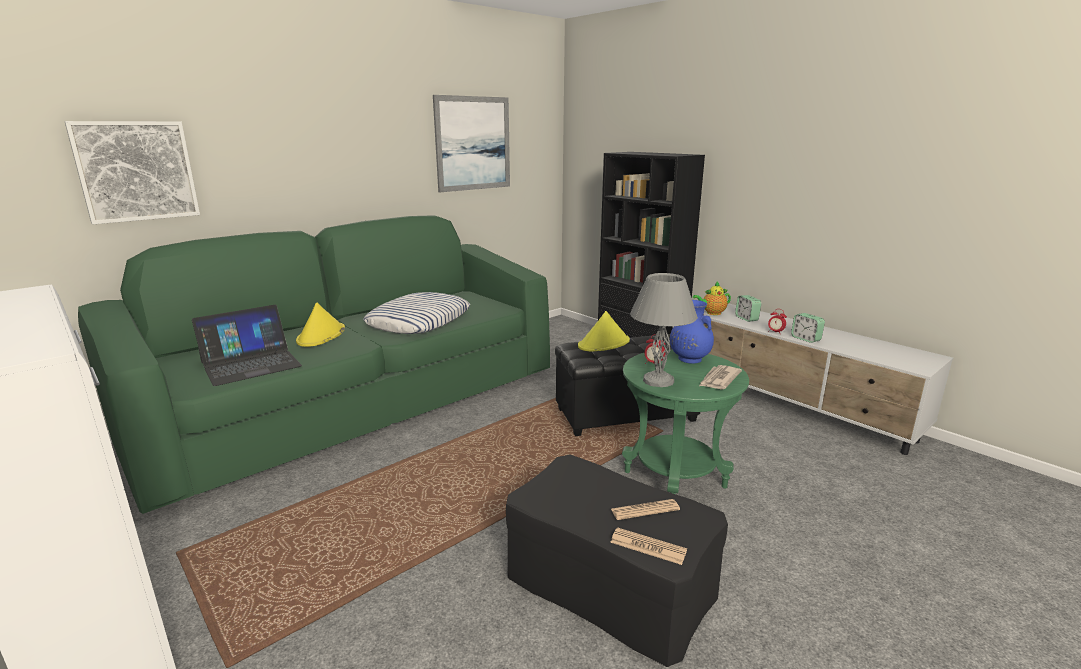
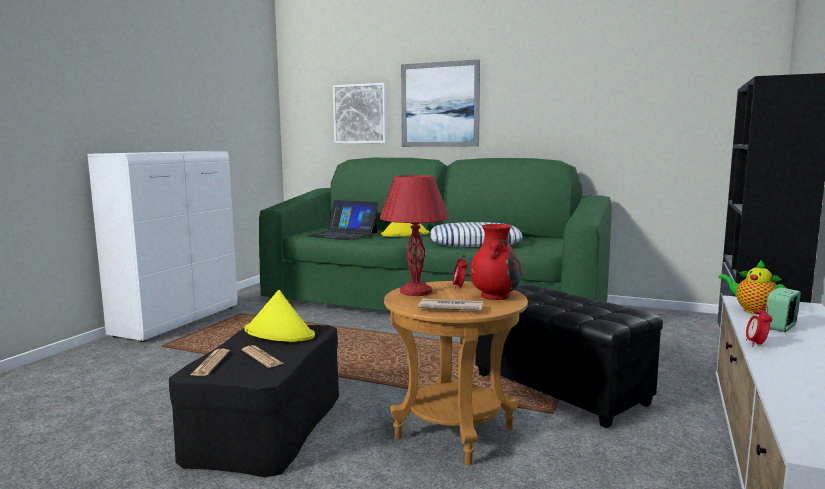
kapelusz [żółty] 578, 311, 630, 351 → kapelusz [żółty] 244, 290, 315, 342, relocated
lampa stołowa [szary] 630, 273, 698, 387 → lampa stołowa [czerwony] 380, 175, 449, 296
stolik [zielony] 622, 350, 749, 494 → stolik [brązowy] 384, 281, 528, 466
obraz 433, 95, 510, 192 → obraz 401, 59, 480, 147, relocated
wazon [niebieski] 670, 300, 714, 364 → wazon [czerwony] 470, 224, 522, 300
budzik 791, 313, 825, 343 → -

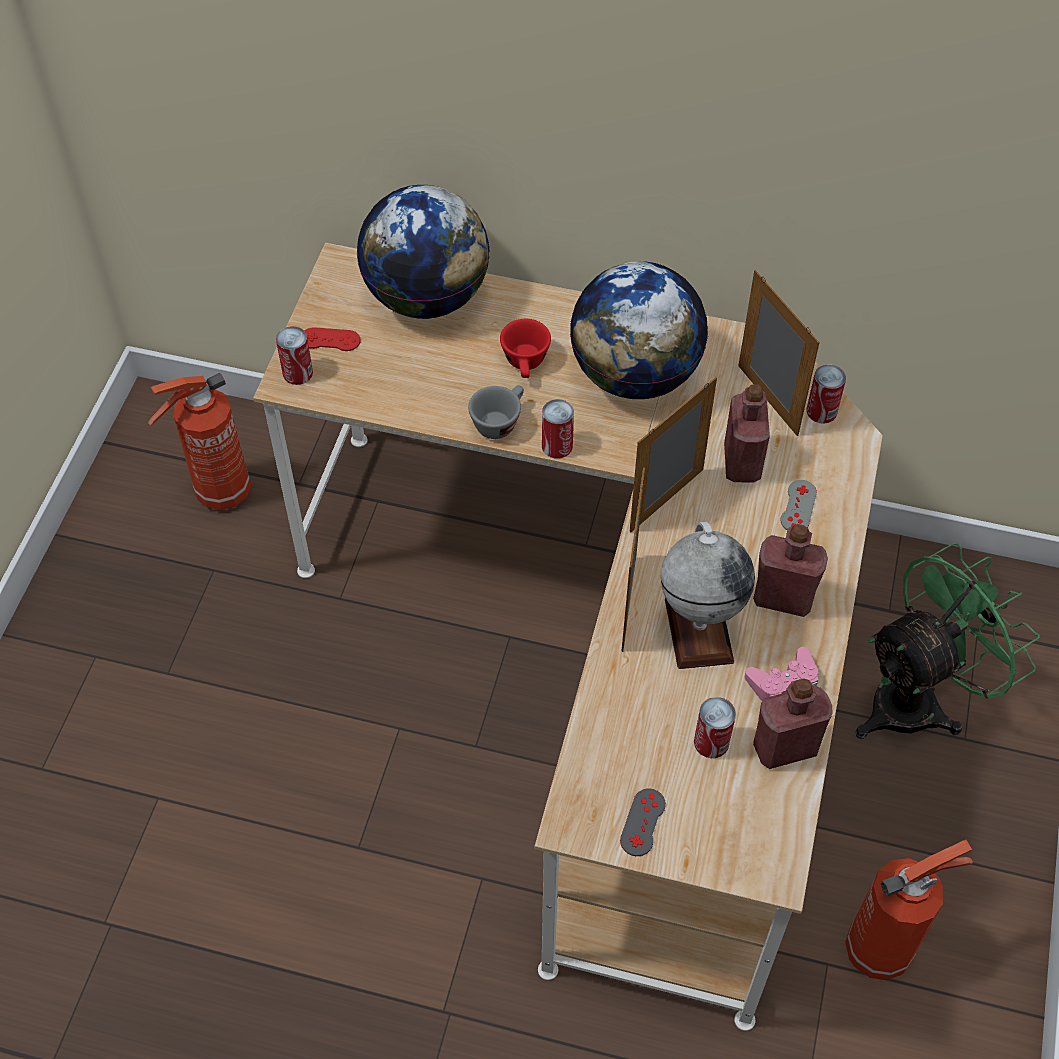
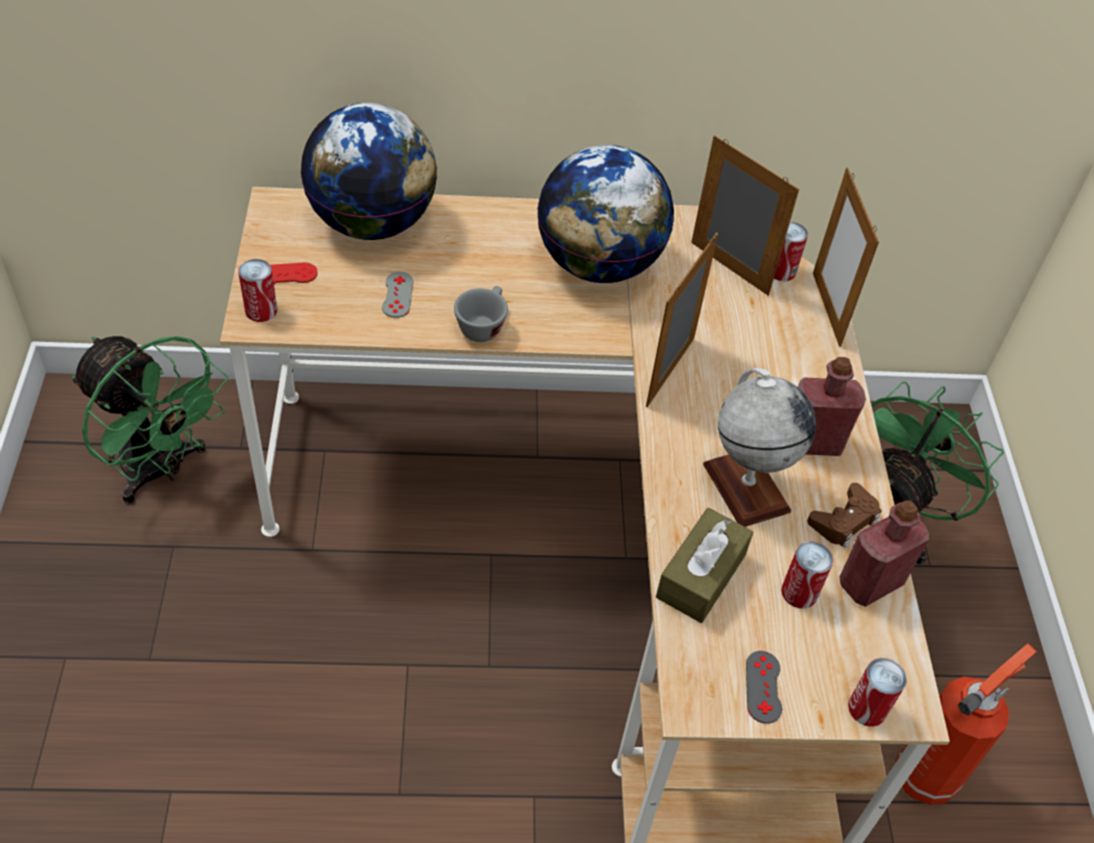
gaśnica 148, 373, 251, 510 → wentylator [zielony] 71, 336, 228, 504
pad do gier [szary] 781, 480, 817, 530 → pad do gier [szary] 382, 272, 413, 318, relocated
- → pudełko chusteczek [brązowy] 656, 508, 753, 623
pad do gier [różowy] 745, 647, 819, 701 → pad do gier [brązowy] 807, 483, 882, 548
ramka na zdjęcie 621, 468, 645, 652 → ramka na zdjęcie 813, 168, 879, 347, relocated
puszka 542, 399, 574, 458 → puszka 848, 658, 907, 727, relocated
filiżanka [czerwony] 500, 319, 551, 378 → -
butelka [czerwony] 724, 384, 770, 483 → -

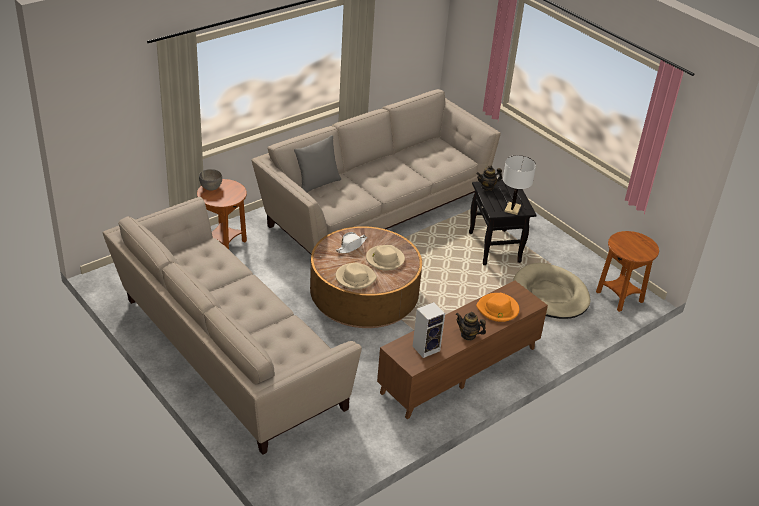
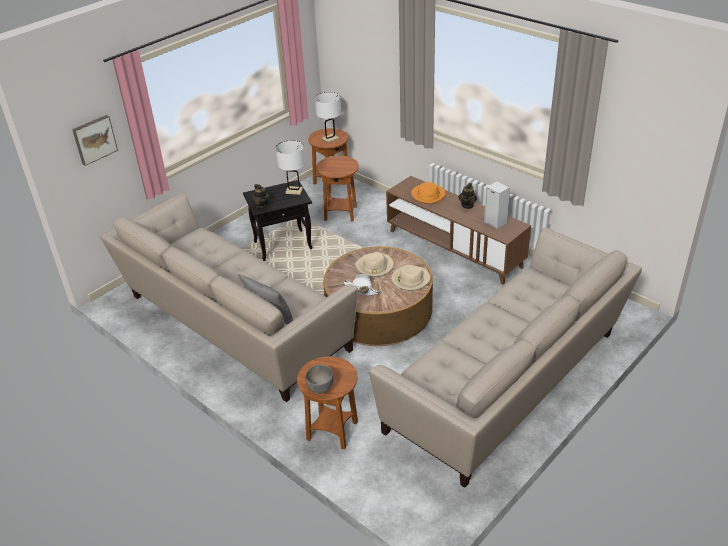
- → obraz 72, 115, 118, 166
- → lampa stołowa [biały] 315, 92, 341, 143
legowisko [beżowy] 513, 263, 590, 319 → stolik [brązowy] 316, 156, 359, 221

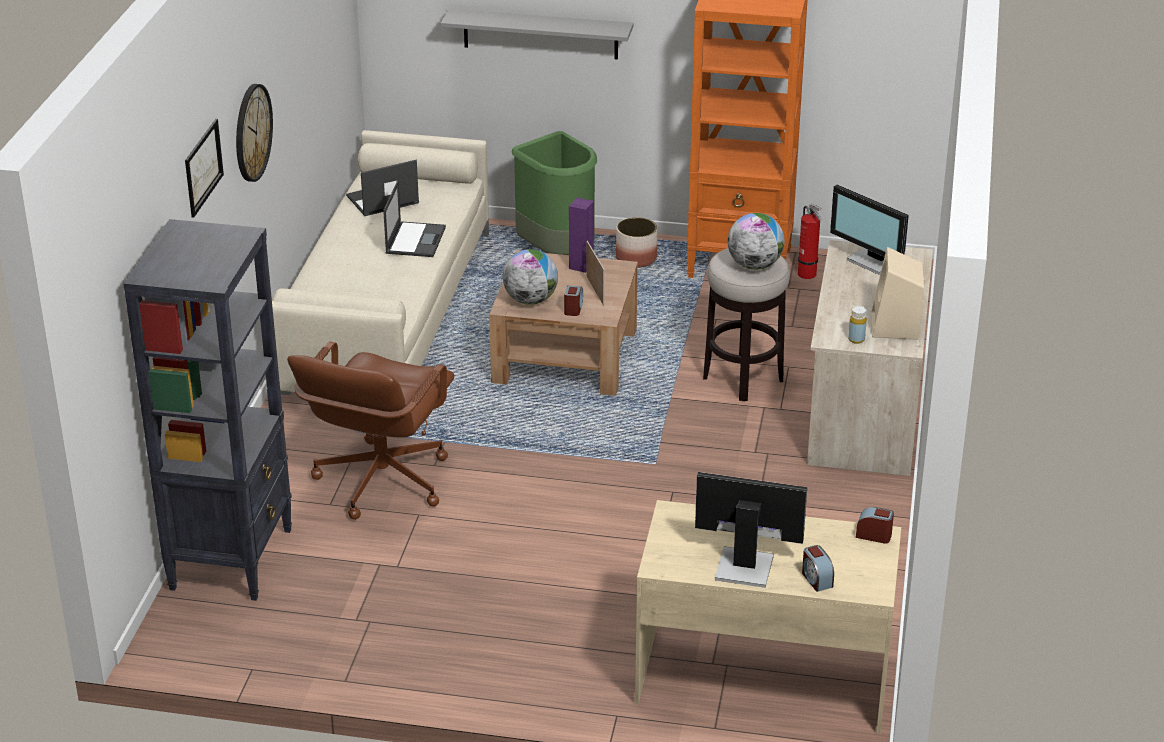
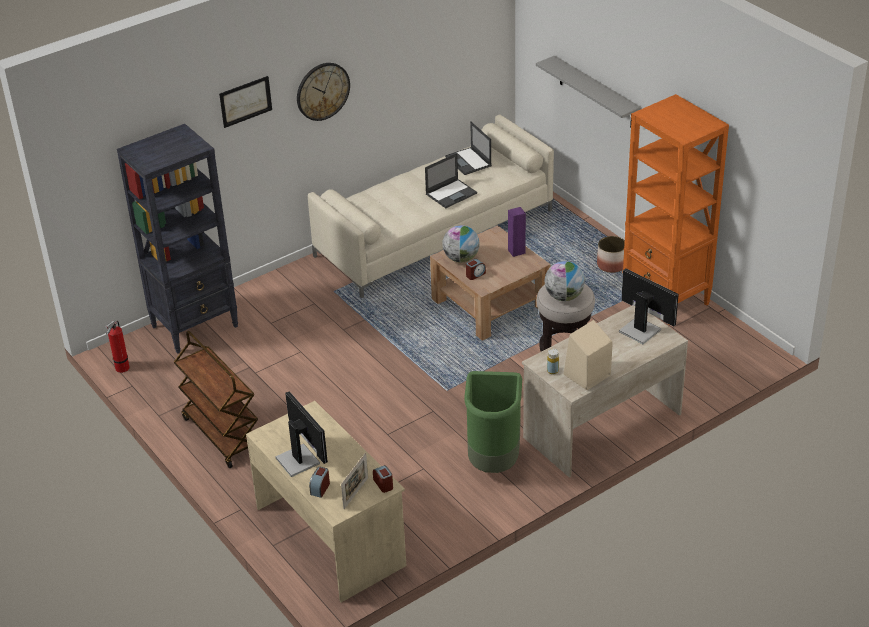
gaśnica 798, 204, 821, 279 → gaśnica 105, 321, 130, 373, relocated
- → wózek [brązowy] 174, 330, 258, 468
ramka na zdjęcie 587, 241, 605, 305 → ramka na zdjęcie 341, 453, 368, 509, relocated
laptop 346, 159, 419, 216 → laptop 445, 121, 492, 175, 135 degrees counterclockwise
kosz na śmieci [zielony] 512, 131, 597, 255 → kosz na śmieci [zielony] 464, 371, 522, 473, relocated
monitor 830, 184, 909, 275 → monitor 619, 268, 679, 344, 135 degrees clockwise
krzesło biurowe [brązowy] 287, 342, 454, 520 → -

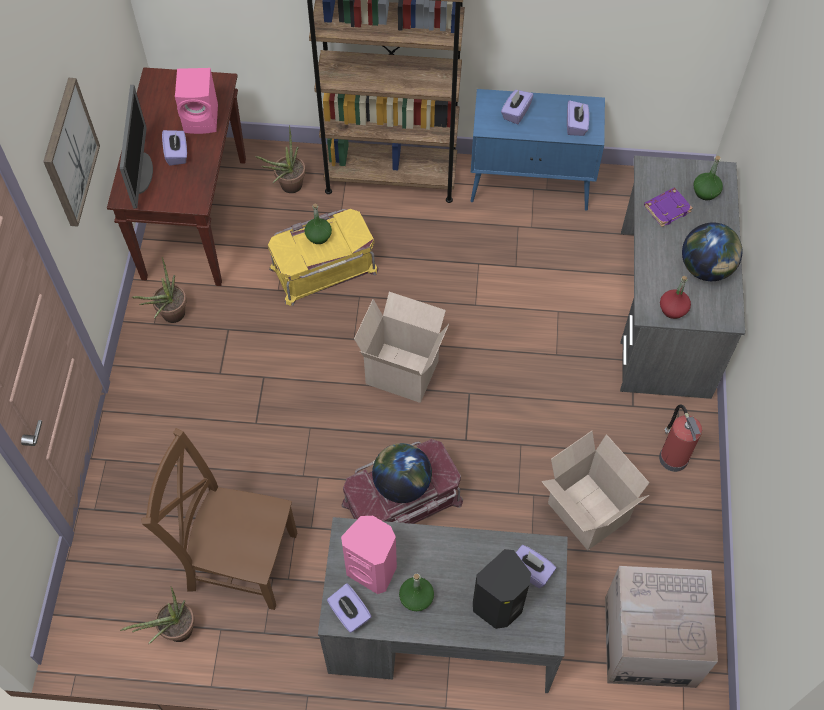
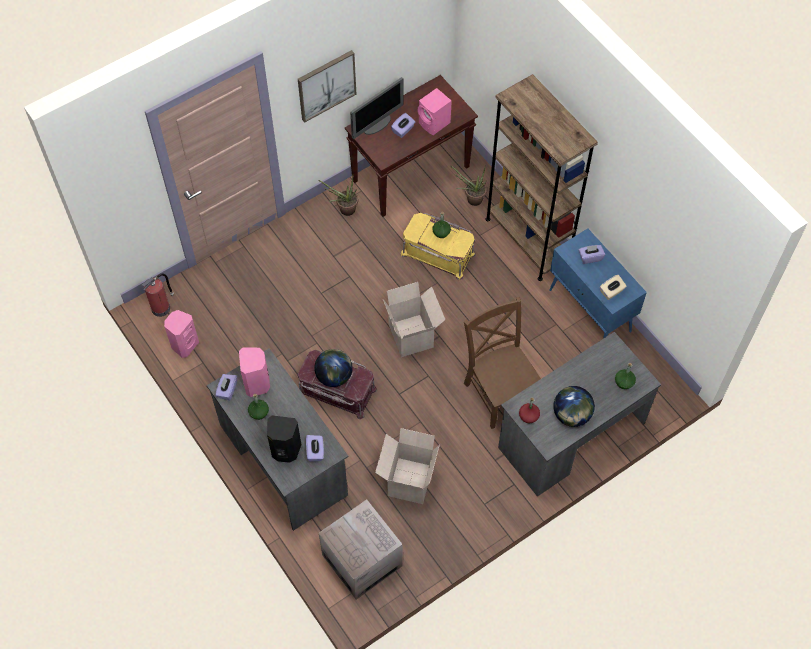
gaśnica 659, 404, 702, 472 → gaśnica 141, 274, 174, 317, relocated
roślina doniczkowa 120, 587, 195, 645 → głośnik [różowy] 164, 310, 199, 358
krzesło [brązowy] 141, 428, 297, 610 → krzesło [brązowy] 464, 297, 541, 429, relocated
pudełko chusteczek [fioletowy] 567, 100, 589, 136 → pudełko chusteczek [beżowy] 600, 275, 627, 300
książka [fioletowy] 644, 188, 693, 227 → -

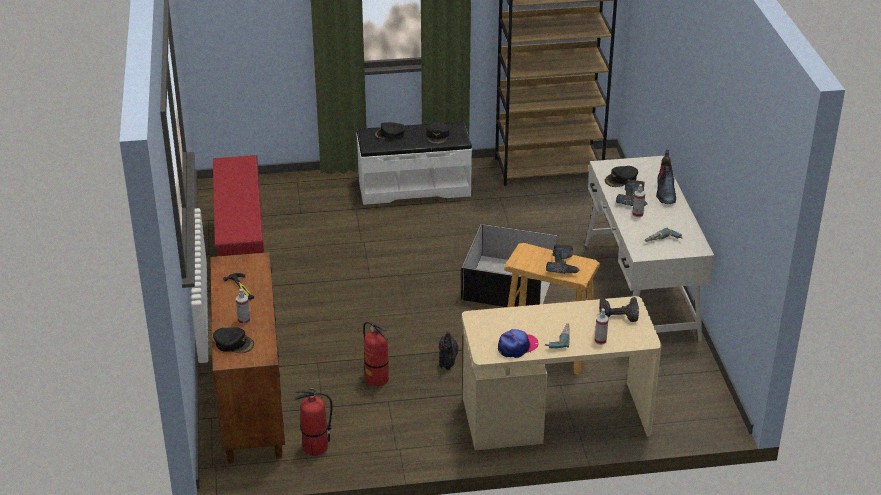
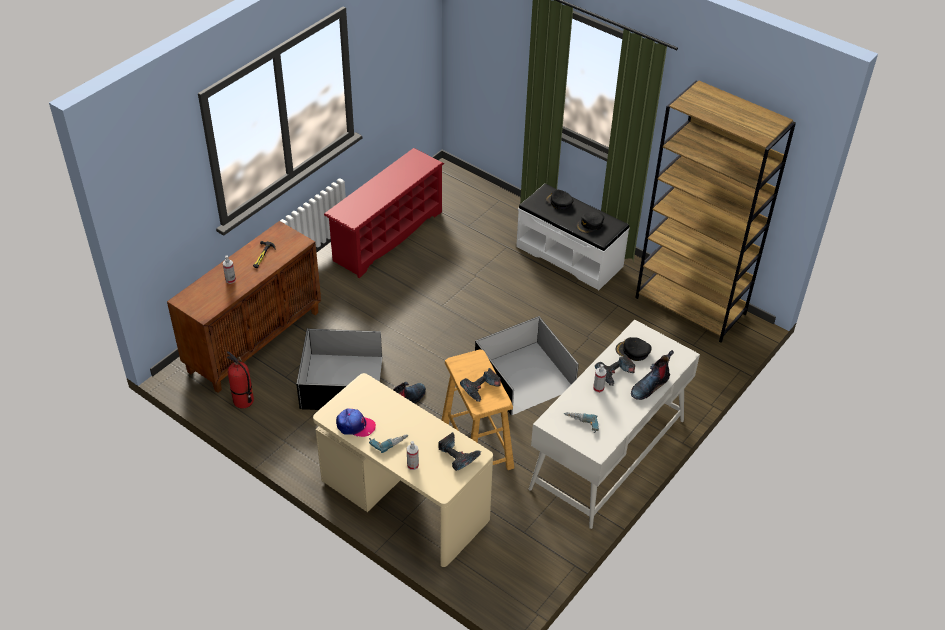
gaśnica 363, 322, 389, 387 → pojemnik do przechowywania [czarny] 296, 328, 383, 410
czapka z daszkiem [czarny] 213, 327, 254, 353 → -

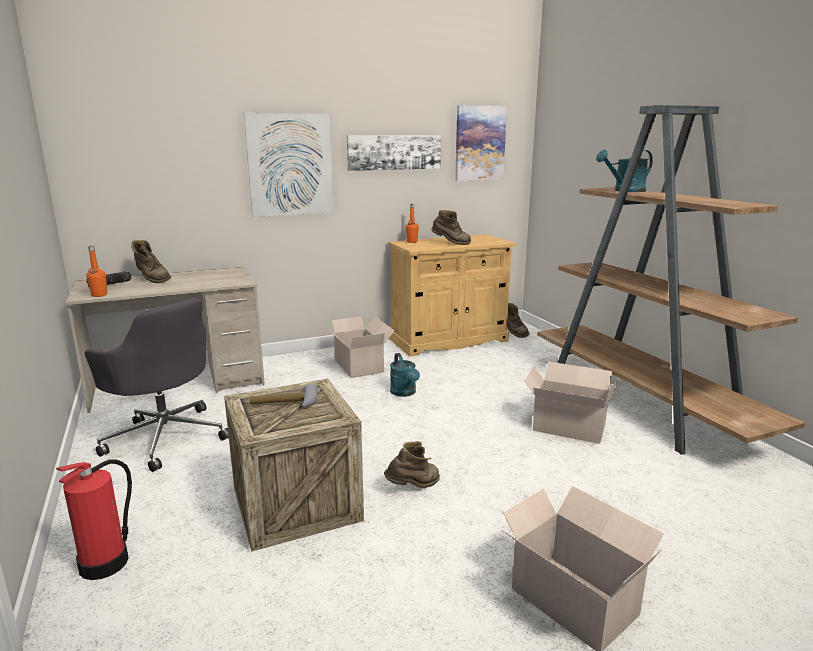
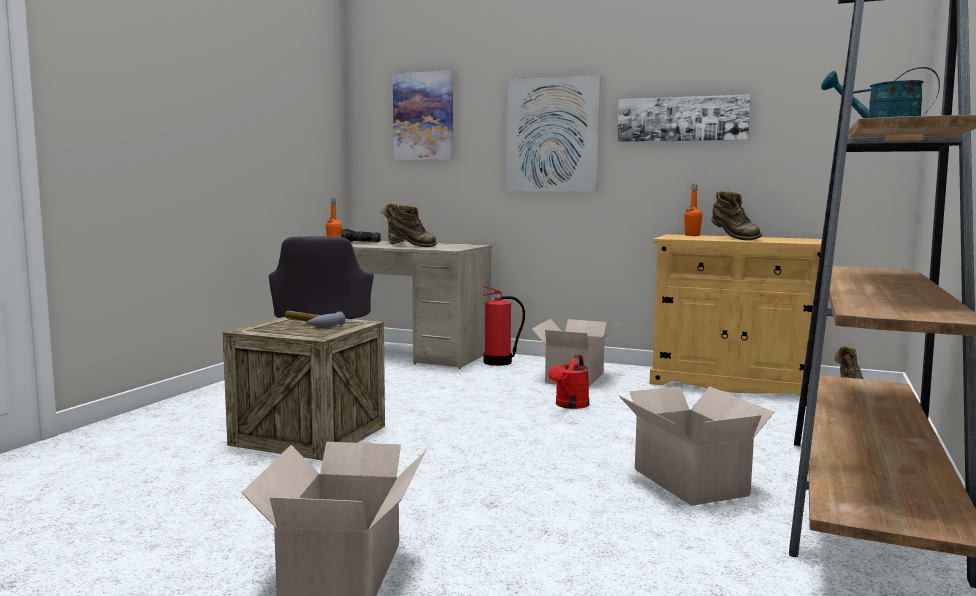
but z cholewką [brązowy] 384, 441, 440, 488 → but z cholewką [brązowy] 389, 205, 437, 247, relocated
obraz 455, 105, 507, 181 → obraz 393, 71, 453, 160, relocated
gaśnica 56, 459, 132, 580 → gaśnica 483, 286, 525, 366, relocated
konewka [turkusowy] 390, 353, 420, 397 → konewka [czerwony] 548, 355, 589, 409

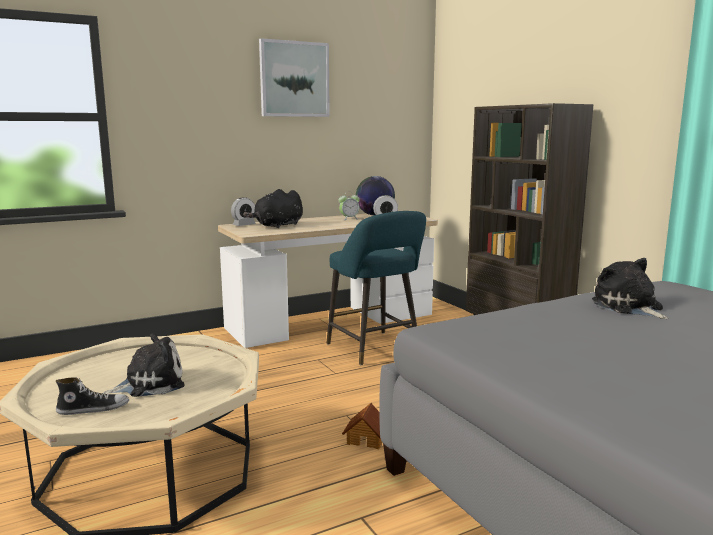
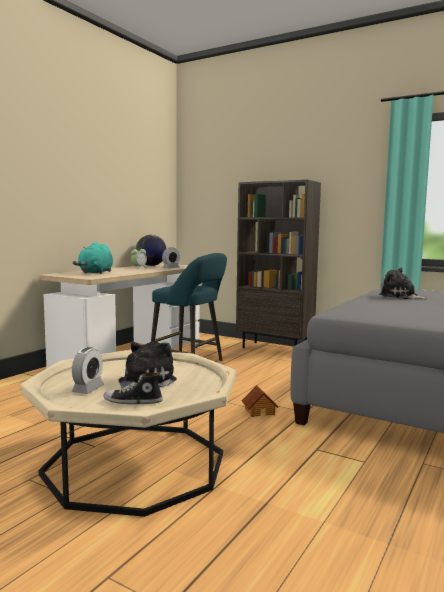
budzik 231, 197, 256, 226 → budzik 72, 347, 104, 394, relocated
pluszak [czarny] 243, 189, 303, 228 → pluszak [turkusowy] 73, 242, 113, 274
but 56, 377, 129, 415 → but 103, 373, 163, 404, 135 degrees counterclockwise
obraz 259, 38, 330, 117 → -

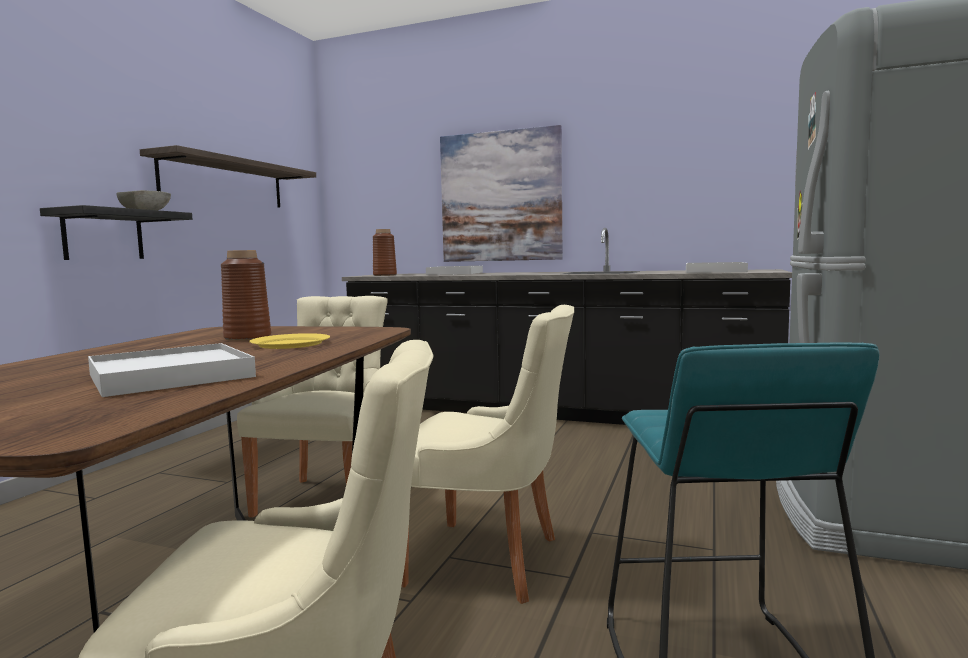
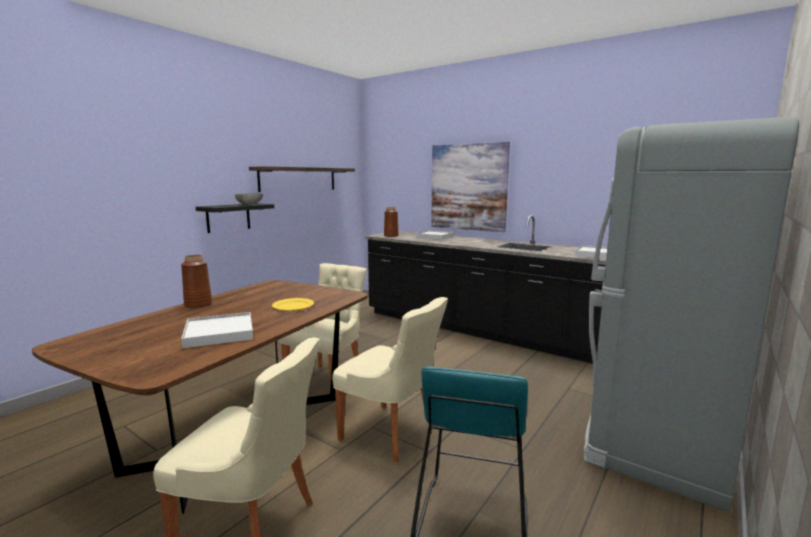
wazon [brązowy] 221, 250, 271, 341 → wazon [brązowy] 181, 255, 212, 308, relocated

